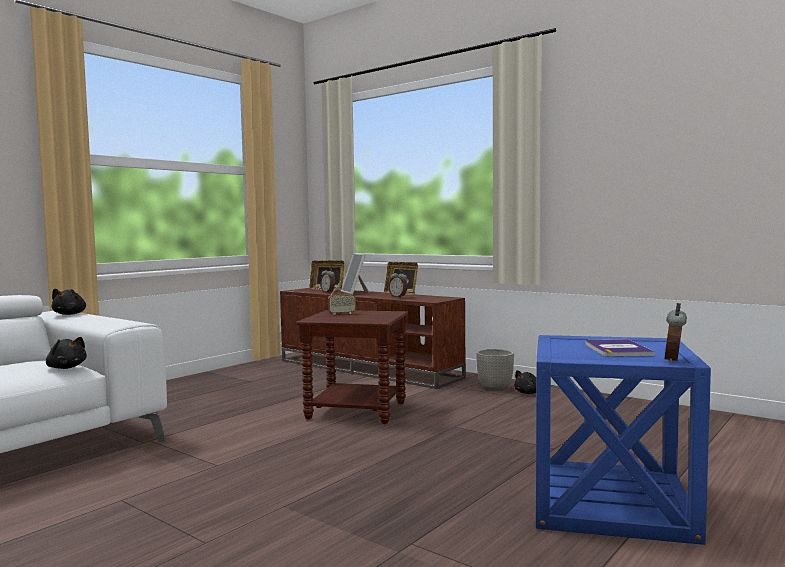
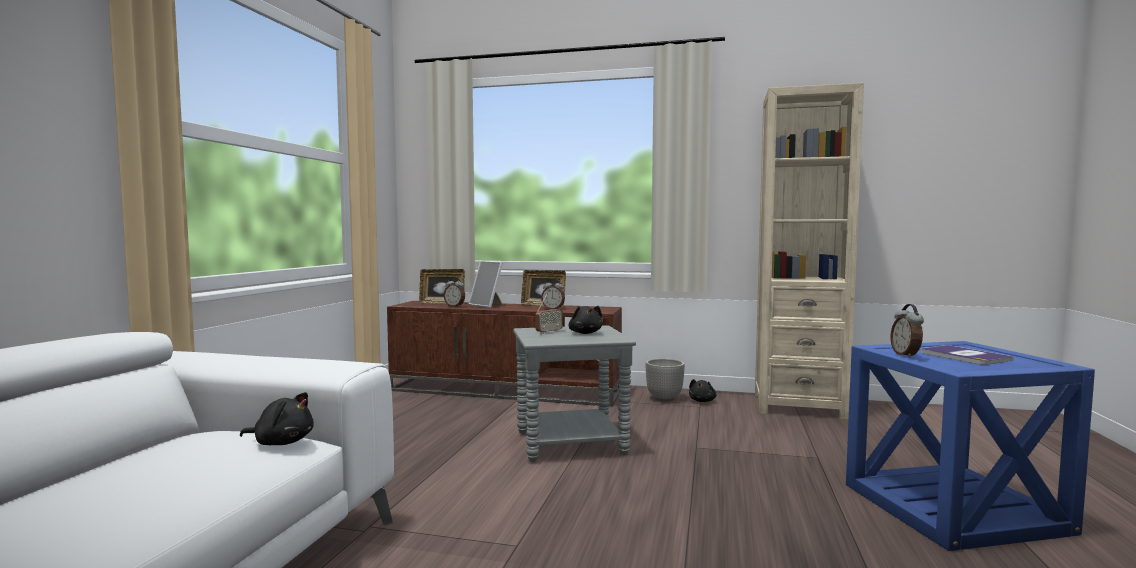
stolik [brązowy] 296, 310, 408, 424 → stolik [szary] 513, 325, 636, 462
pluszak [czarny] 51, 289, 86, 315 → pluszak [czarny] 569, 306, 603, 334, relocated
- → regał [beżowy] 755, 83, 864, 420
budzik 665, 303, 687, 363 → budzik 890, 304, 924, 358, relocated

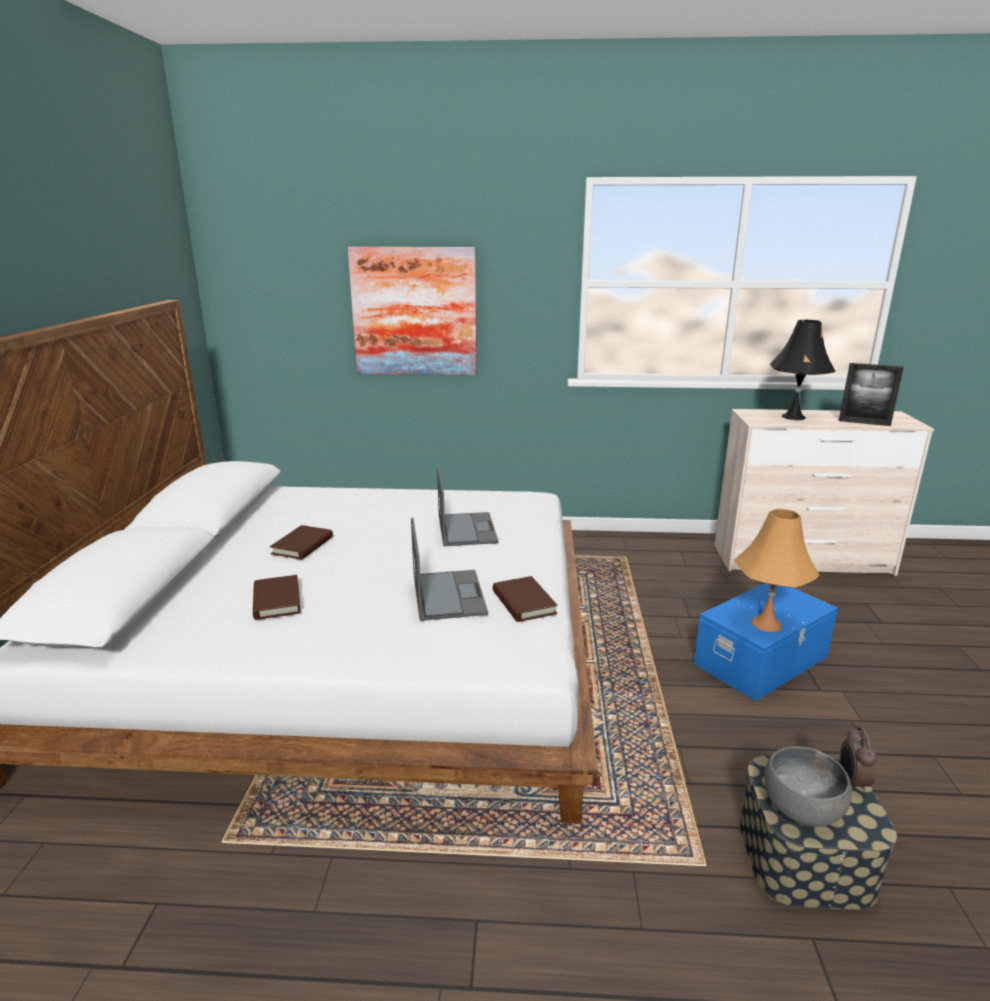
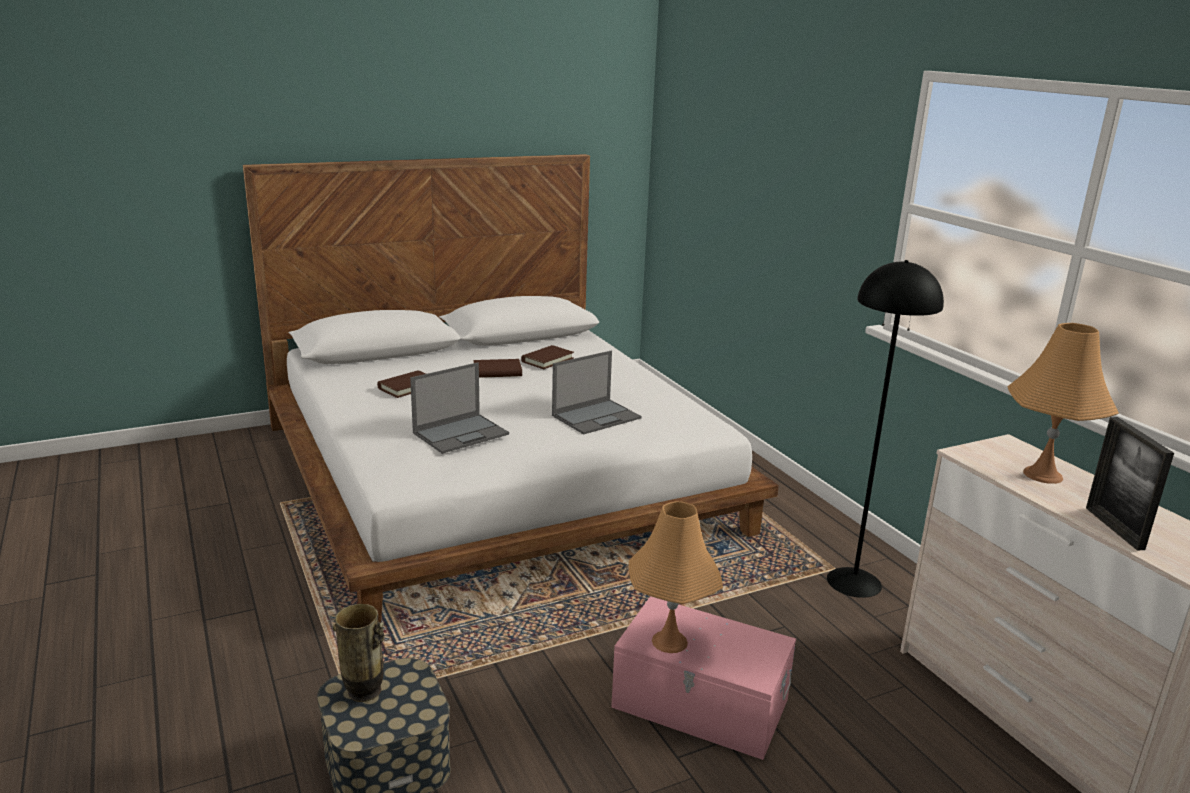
miska [szary] 764, 746, 852, 827 → wazon 333, 604, 384, 702
książka [brązowy] 493, 576, 558, 622 → książka [brązowy] 521, 345, 574, 369, relocated
pojemnik do przechowywania [niebieski] 694, 583, 838, 701 → pojemnik do przechowywania [różowy] 611, 596, 796, 760
- → lampa stojąca [czarny] 827, 260, 944, 598
lampa stołowa [czarny] 770, 320, 835, 420 → lampa stołowa [pomarańczowy] 1007, 323, 1119, 484
obraz 348, 247, 477, 376 → -
budzik 840, 726, 877, 791 → -

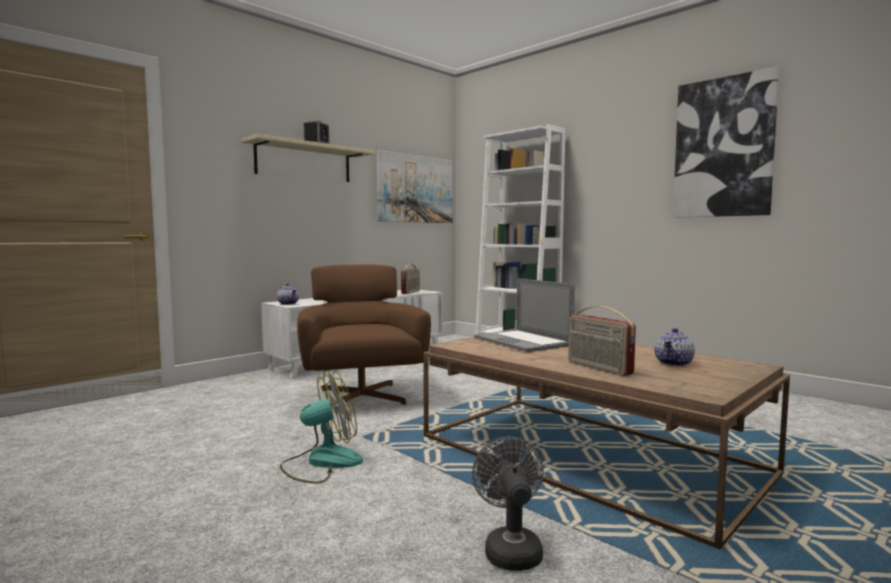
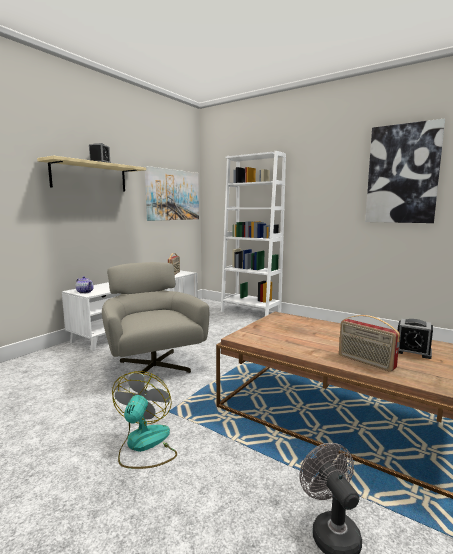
fotel [brązowy] 297, 265, 431, 407 → fotel [szary] 102, 262, 209, 374
wentylator 280, 370, 363, 483 → wentylator 112, 371, 177, 469, 45 degrees counterclockwise
imbryk 655, 328, 695, 366 → budzik 398, 319, 433, 359
laptop 474, 278, 575, 352 → -

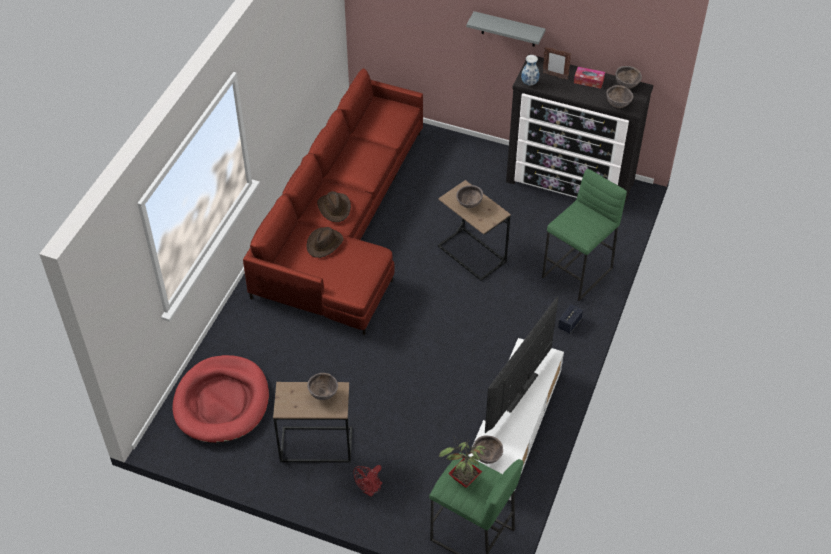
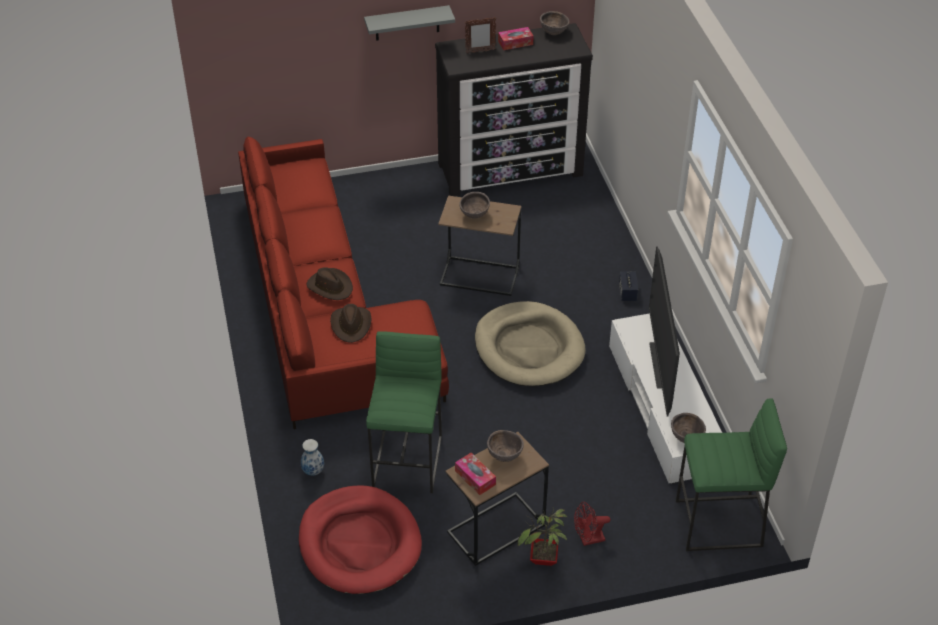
wazon 521, 55, 539, 85 → wazon 301, 439, 324, 476, relocated
stołek [zielony] 542, 169, 627, 301 → stołek [zielony] 366, 331, 442, 493, relocated
- → pudełko chusteczek 455, 453, 496, 495
- → legowisko [beżowy] 475, 301, 586, 387
roślina doniczkowa 439, 436, 487, 488 → roślina doniczkowa 517, 509, 567, 566, relocated
wentylator [czerwony] 354, 465, 382, 497 → wentylator [czerwony] 574, 502, 610, 546, 75 degrees clockwise
miska [brązowy] 606, 85, 633, 108 → -

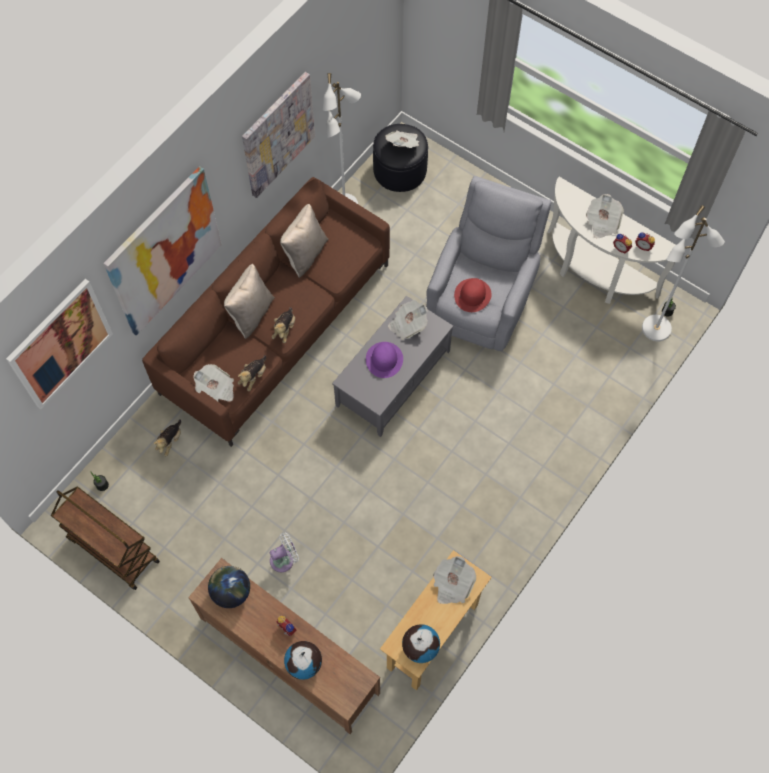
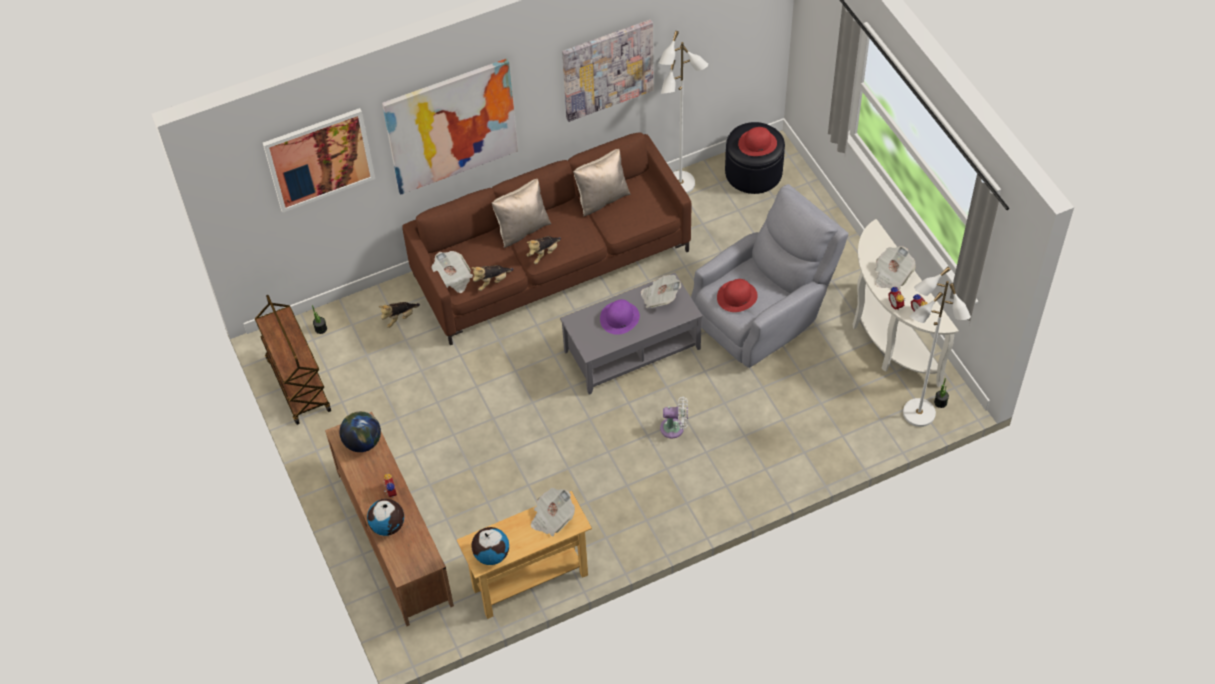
wentylator [biały] 270, 533, 299, 572 → wentylator [biały] 660, 397, 688, 438, relocated
gazeta 385, 130, 419, 148 → kapelusz [czerwony] 738, 127, 777, 156

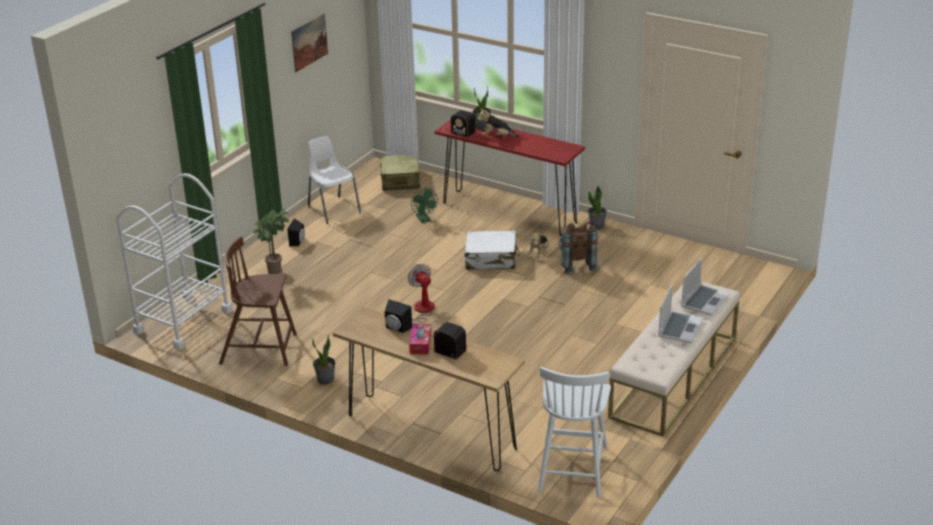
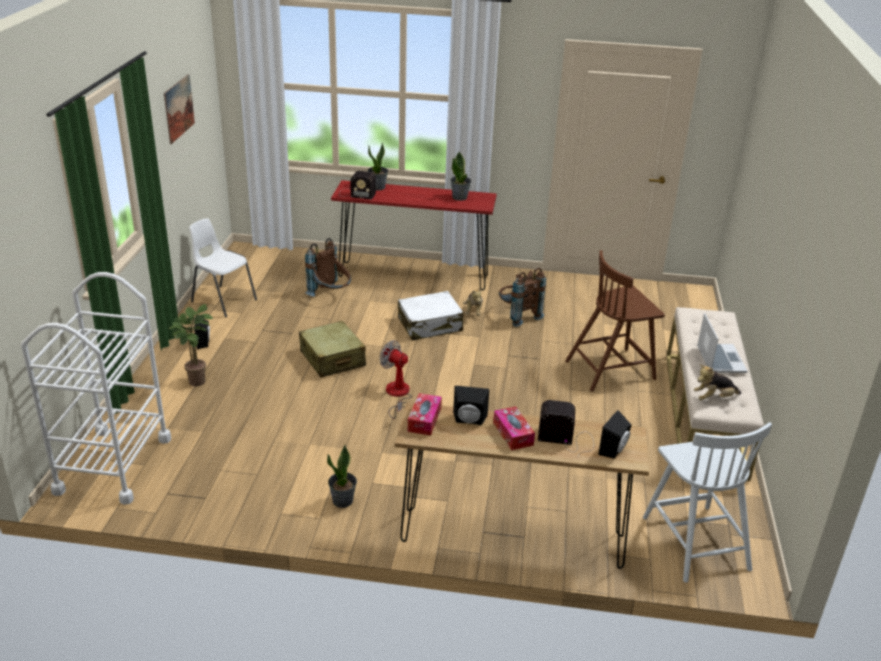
walizka [beżowy] 379, 154, 420, 191 → walizka [beżowy] 299, 321, 366, 377, relocated
wentylator [zielony] 411, 188, 438, 223 → plecak [brązowy] 305, 238, 351, 297
- → pudełko chusteczek 408, 393, 442, 436
roślina doniczkowa 588, 185, 607, 229 → roślina doniczkowa 450, 152, 471, 201, relocated
krzesło [brązowy] 219, 236, 297, 366 → krzesło [brązowy] 565, 250, 665, 391, relocated
- → głośnik [czarny] 598, 410, 631, 459
pluszak 477, 108, 519, 138 → pluszak 693, 364, 741, 400, relocated
laptop 681, 257, 729, 316 → -

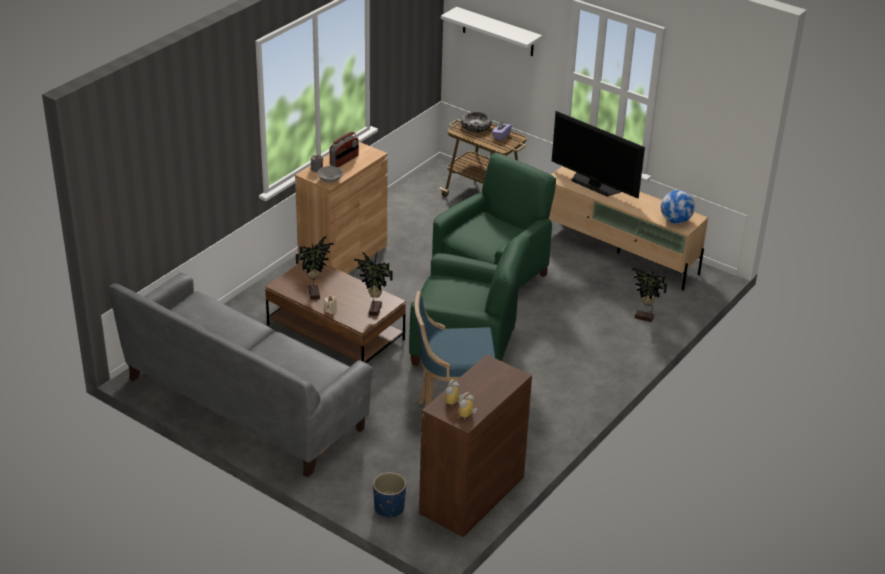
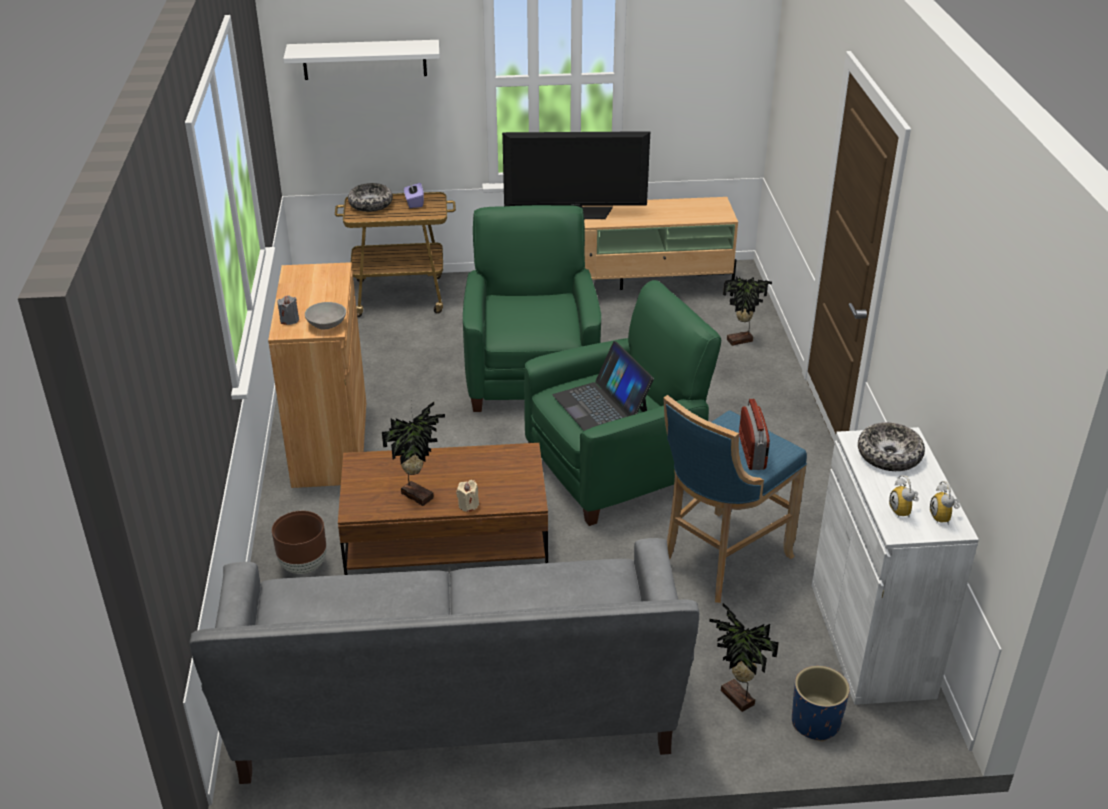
- → donica [brązowy] 272, 511, 327, 574
- → laptop 553, 341, 654, 431
roślina doniczkowa 354, 252, 393, 316 → roślina doniczkowa 709, 603, 779, 712, relocated
radio 330, 131, 359, 167 → radio 739, 399, 770, 470, relocated
szafka [brązowy] 419, 355, 532, 537 → szafka [biały] 812, 427, 979, 705
- → miska 858, 422, 925, 471
globus 661, 190, 695, 224 → -

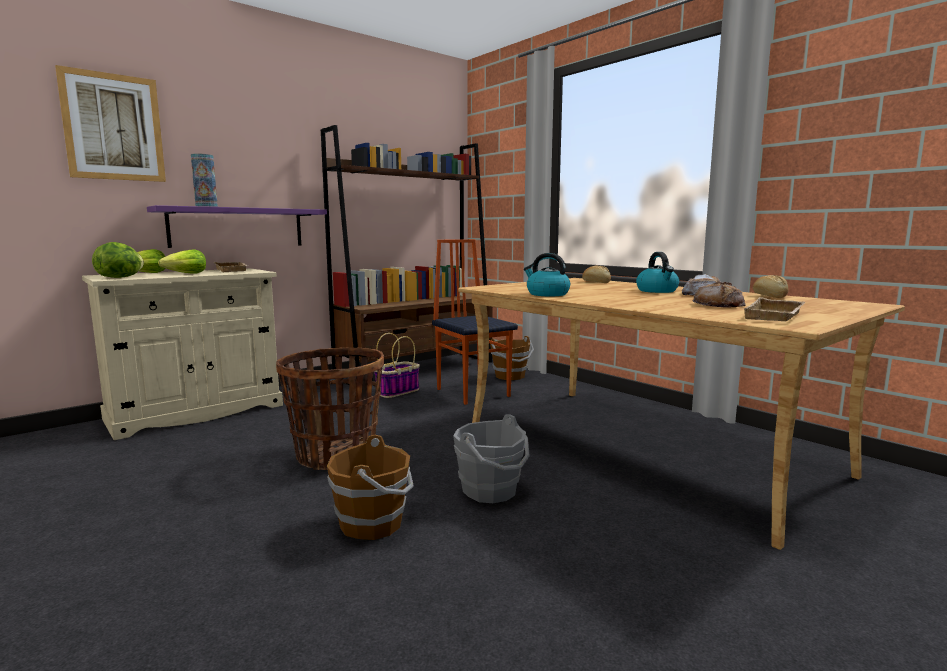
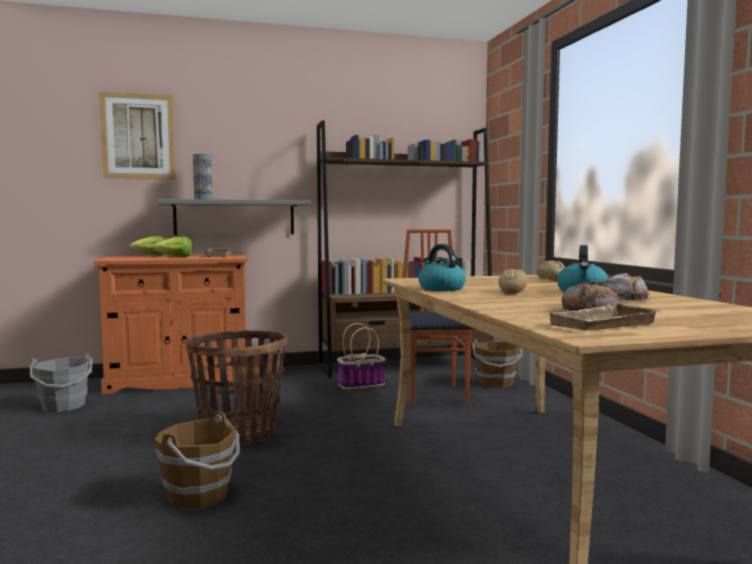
wiadro [szary] 453, 414, 530, 503 → wiadro [szary] 29, 353, 93, 412, relocated
szafka [beżowy] 82, 268, 283, 440 → szafka [pomarańczowy] 94, 254, 248, 394
półka [fioletowy] 147, 205, 327, 248 → półka [szary] 156, 199, 311, 235
chleb 753, 275, 789, 298 → chleb 498, 269, 528, 295, relocated
sałata 92, 242, 144, 278 → -

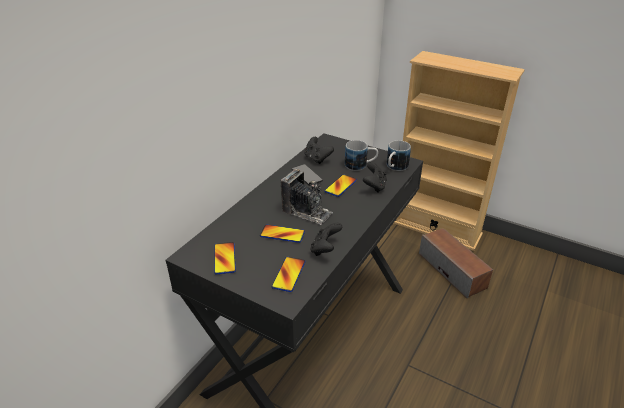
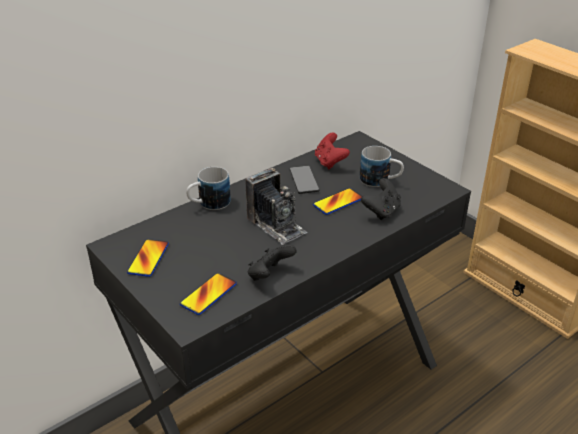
kubek 387, 140, 411, 171 → kubek 186, 167, 231, 210, relocated
pad do gier [czarny] 304, 137, 334, 164 → pad do gier [czerwony] 315, 133, 350, 169
telefon 260, 224, 305, 243 → -
głośnik 419, 228, 493, 298 → -

